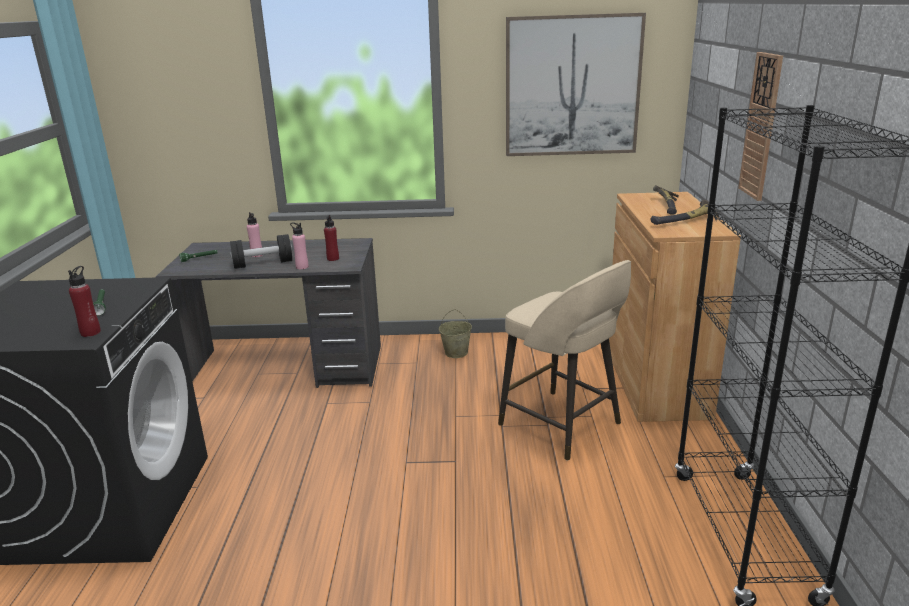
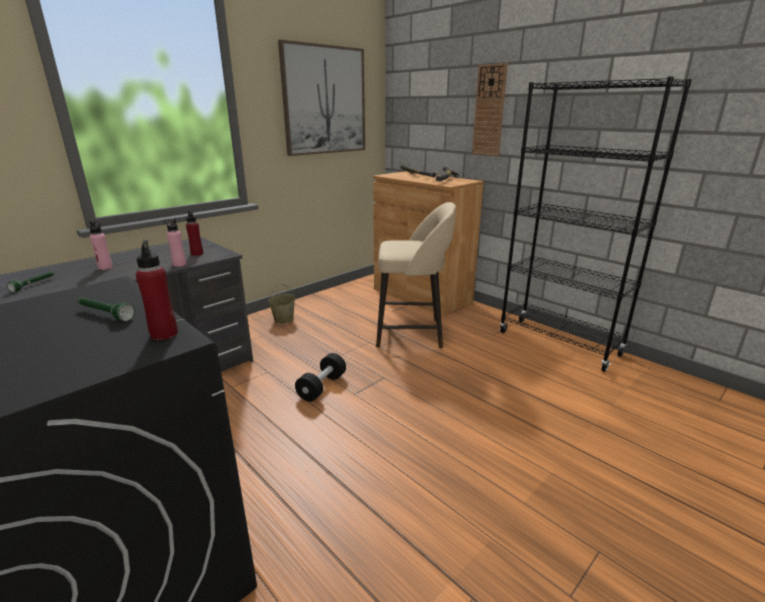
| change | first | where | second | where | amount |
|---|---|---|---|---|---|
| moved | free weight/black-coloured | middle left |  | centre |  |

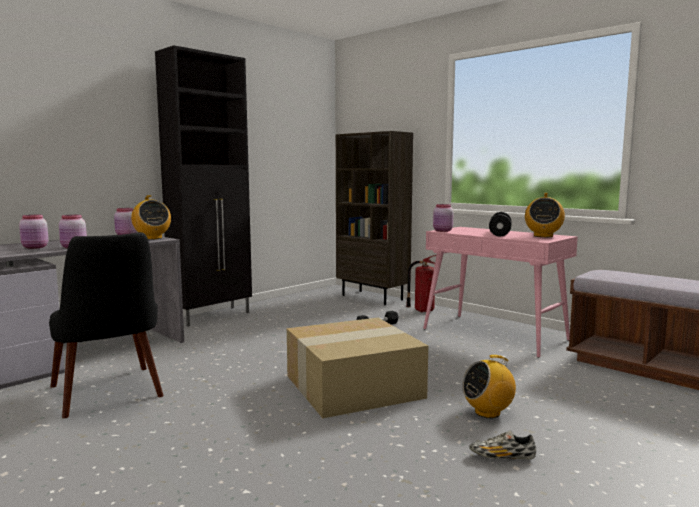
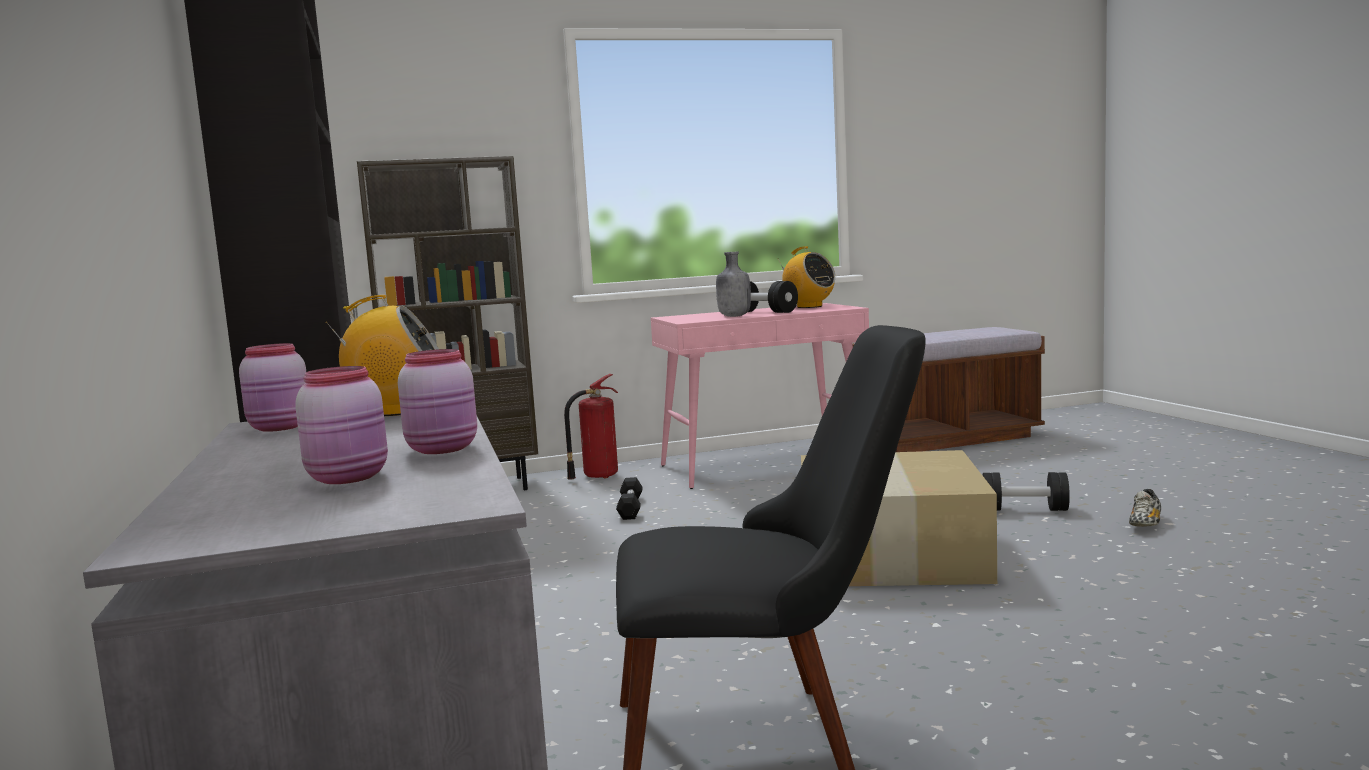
| change | first | where | second | where | amount |
|---|---|---|---|---|---|
| added |  |  | bottle/grey | centre |  |
| replaced | radio (2nd from left) | bottom right | free weight/black-coloured (3rd from left) | middle right |  |
| removed | preserve jar/pink (4th from left) | centre |  |  |  |

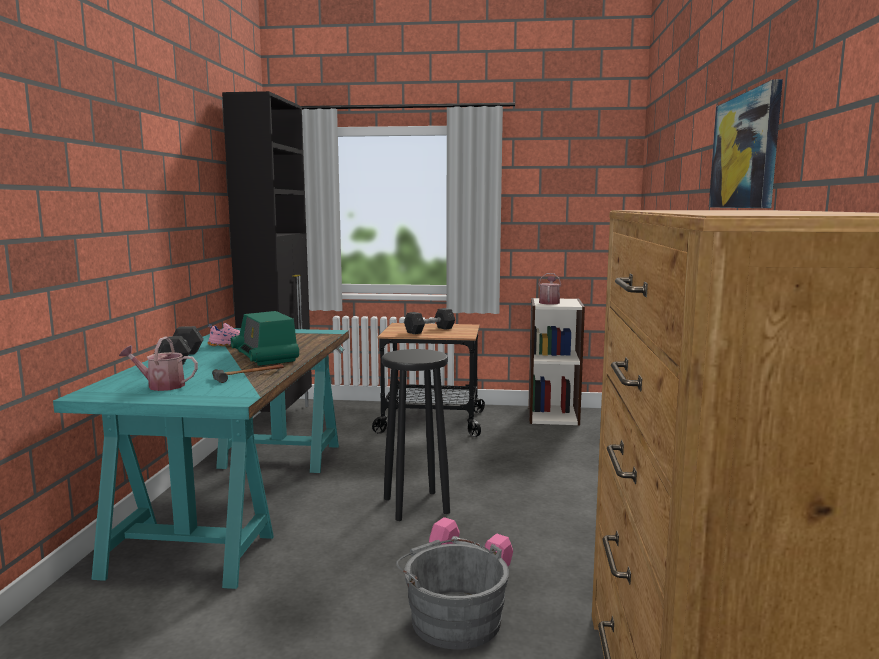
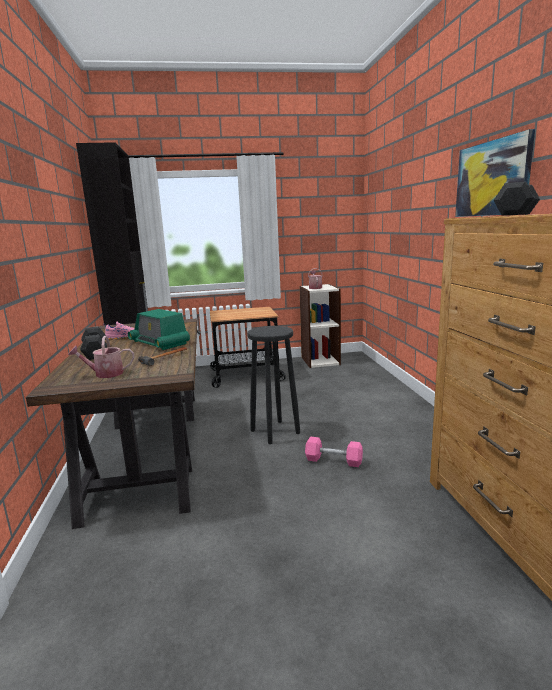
| change | first | where | second | where | amount |
|---|---|---|---|---|---|
| recoloured | desk unit/blue-green | bottom left | desk unit/brown-coloured | middle left |  |
| moved | free weight/grey (2nd from left) | centre |  | top right |  |
| removed | pail/grey | bottom centre |  |  |  |

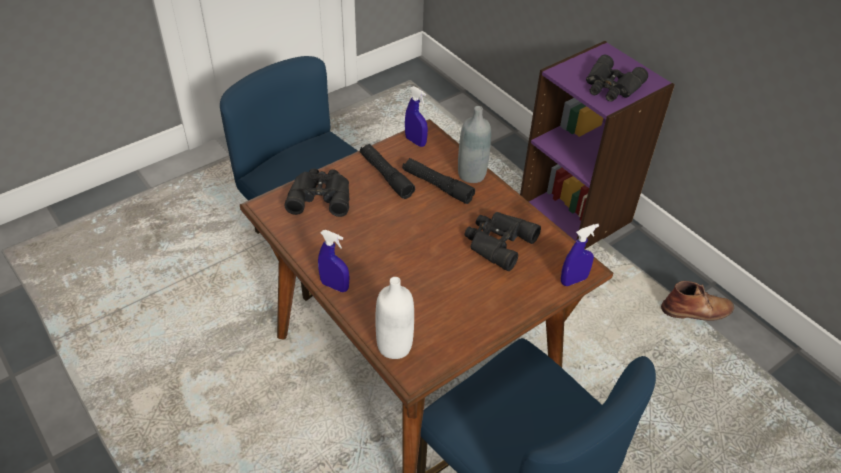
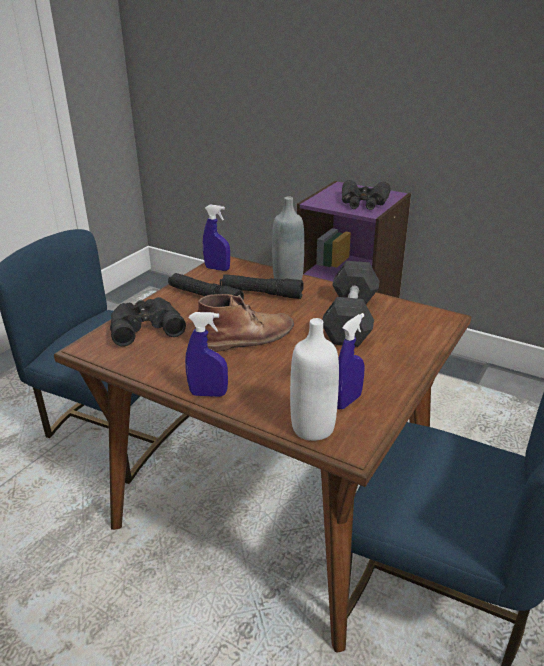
| change | first | where | second | where | amount |
|---|---|---|---|---|---|
| moved | high-top boot/brown-coloured | middle right |  | centre |  |
| replaced | pair of binoculars/black-coloured (2nd from left) | centre | free weight/grey | centre |  |
| moved | hand sprayer/bluish (3rd from left) | middle right |  | centre |  |

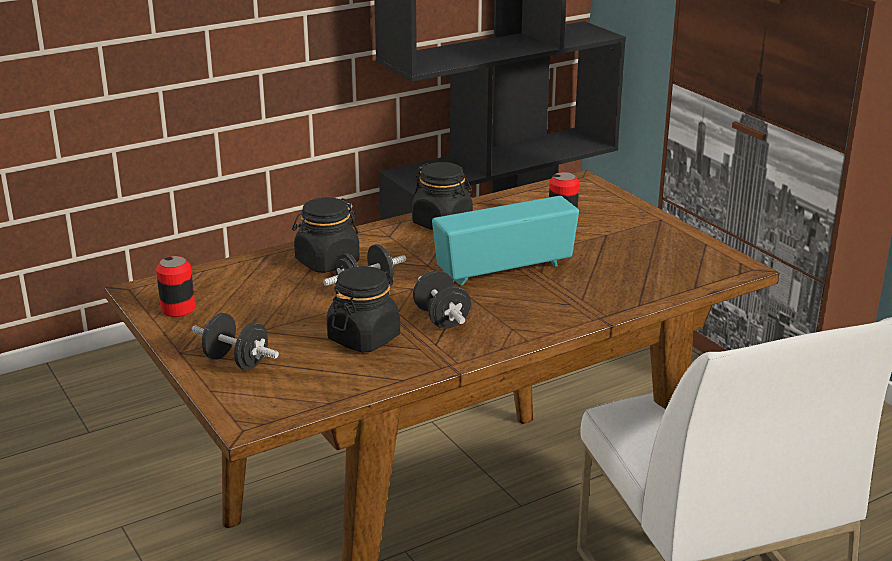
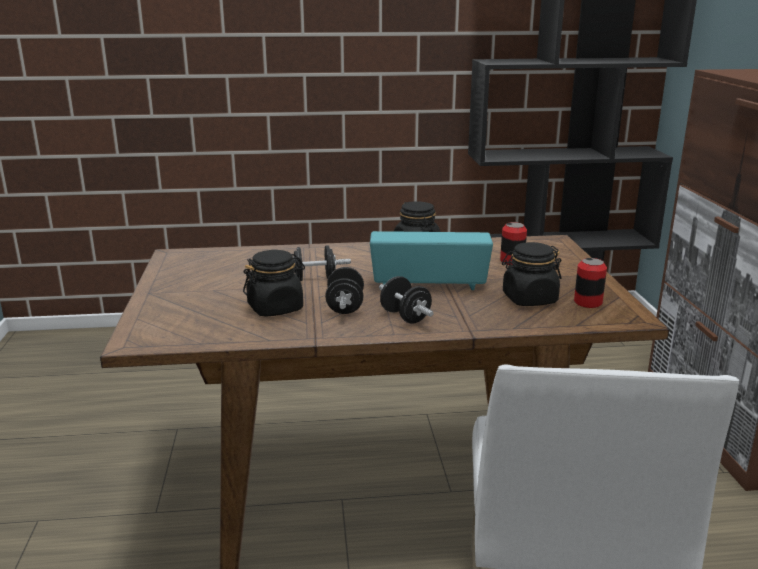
| change | first | where | second | where | amount |
|---|---|---|---|---|---|
| moved | free weight/black-coloured (1st from left in the first image) | middle left | free weight/black-coloured (3rd from left) | centre |  |
| moved | preserve jar/black-coloured (1st from left in the first image) | centre | preserve jar/black-coloured (3rd from left) | middle right |  |
| moved | metal can (1st from left in the first image) | middle left | metal can (2nd from left) | middle right |  |

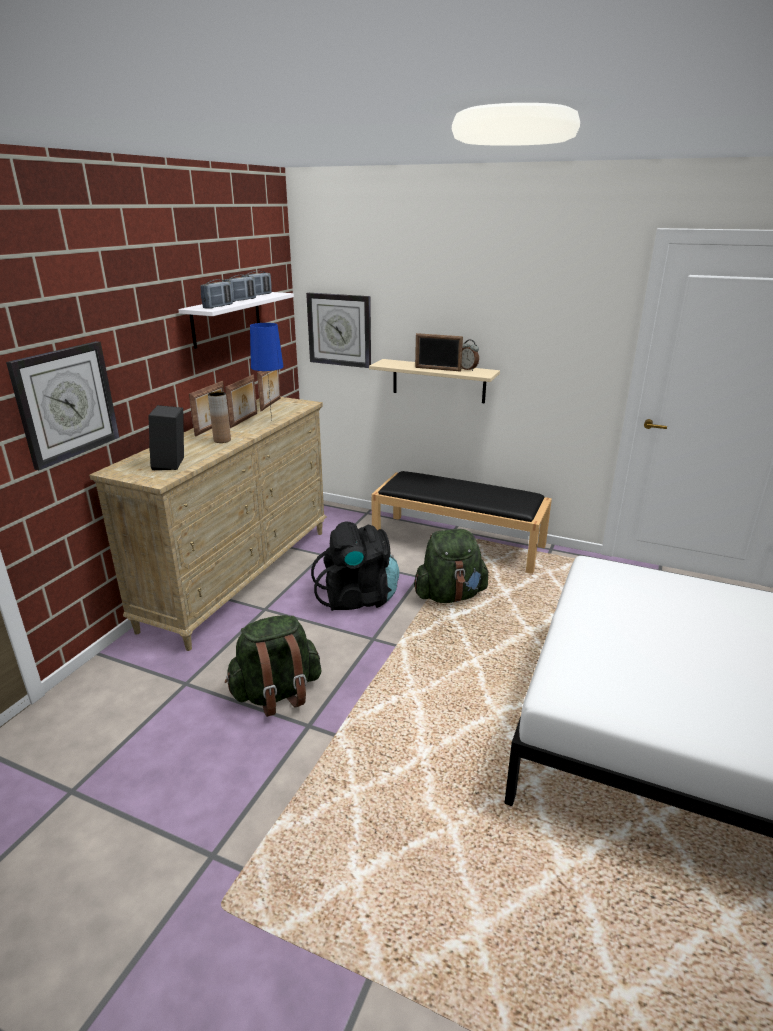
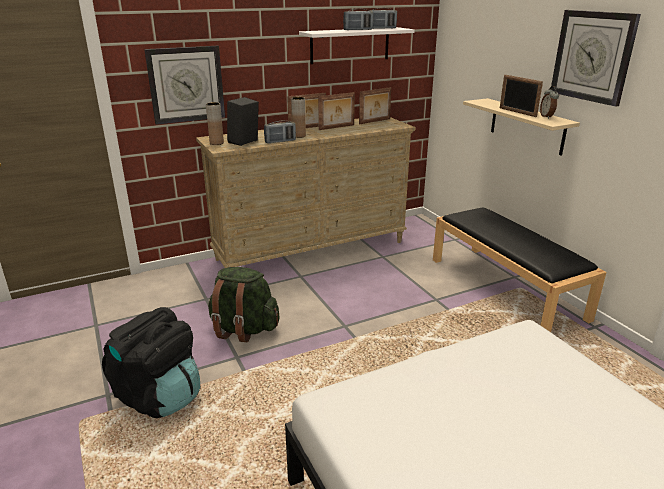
| change | first | where | second | where | amount |
|---|---|---|---|---|---|
| moved | backpack/black-coloured | centre |  | bottom left |  |
| added |  |  | vase/brown-coloured (1st from left) | top left |  |
| moved | radio (1st from left) | top left |  | top centre |  |
| moved | clock on the wall (2nd from left) | top centre |  | top right |  |
| removed | table lamp/bluish | centre |  |  |  |
| removed | backpack/greenish (2nd from left) | centre |  |  |  |

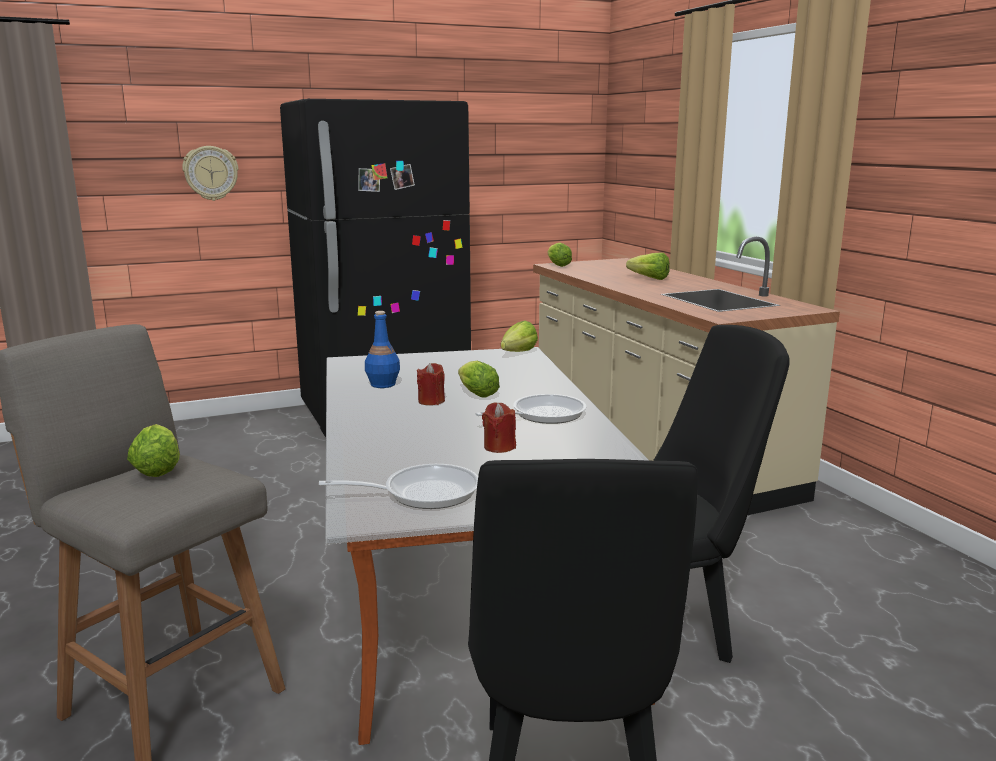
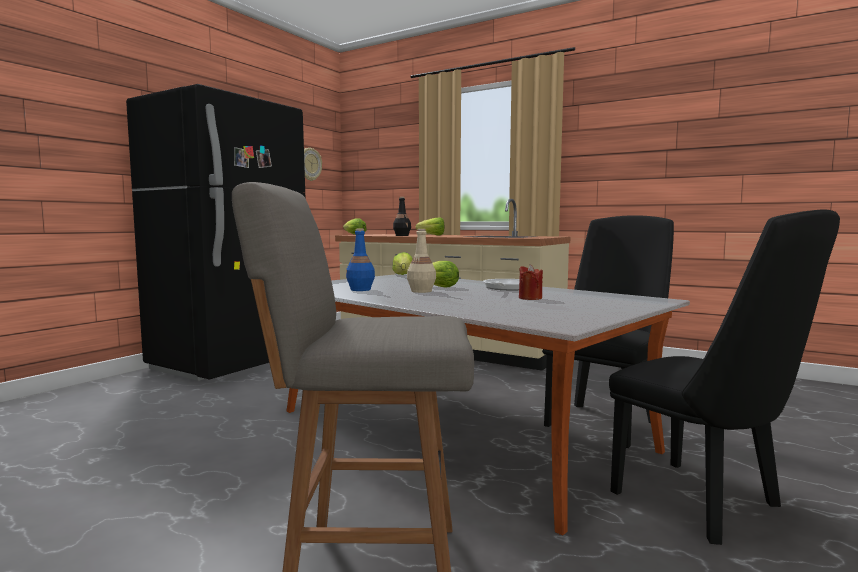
| change | first | where | second | where | amount |
|---|---|---|---|---|---|
| moved | clock on the wall | top left |  | top centre |  |
| added |  |  | bottle/black-coloured | centre |  |
| replaced | candle/red-coloured (1st from left) | centre | bottle/sand-coloured | centre |  |
| removed | head of lettuce (1st from left) | middle left |  |  |  |
| removed | skillet (1st from left) | centre |  |  |  |

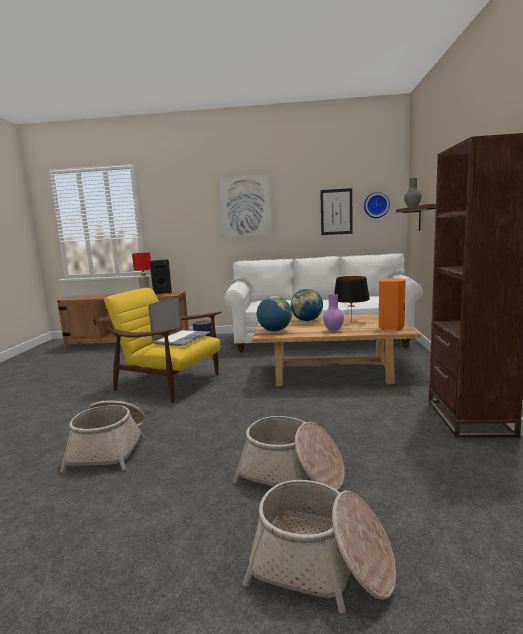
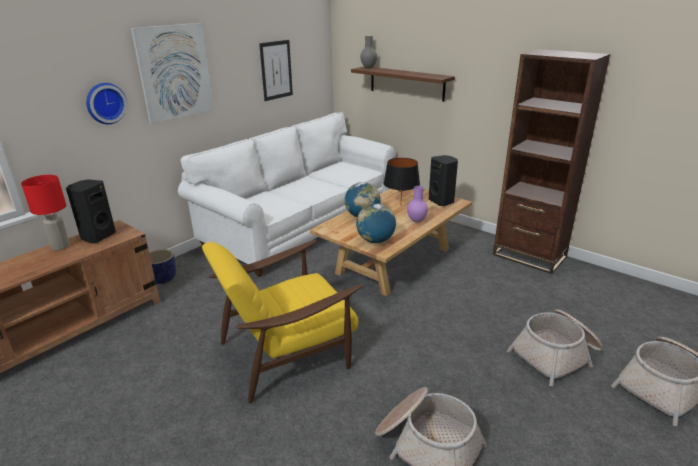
| change | first | where | second | where | amount |
|---|---|---|---|---|---|
| moved | clock on the wall | top right |  | top left |  |
| recoloured | loudspeaker/orange-coloured | middle right | loudspeaker/black-coloured (2nd from left) | centre |  |
| removed | portable computer | centre |  |  |  |

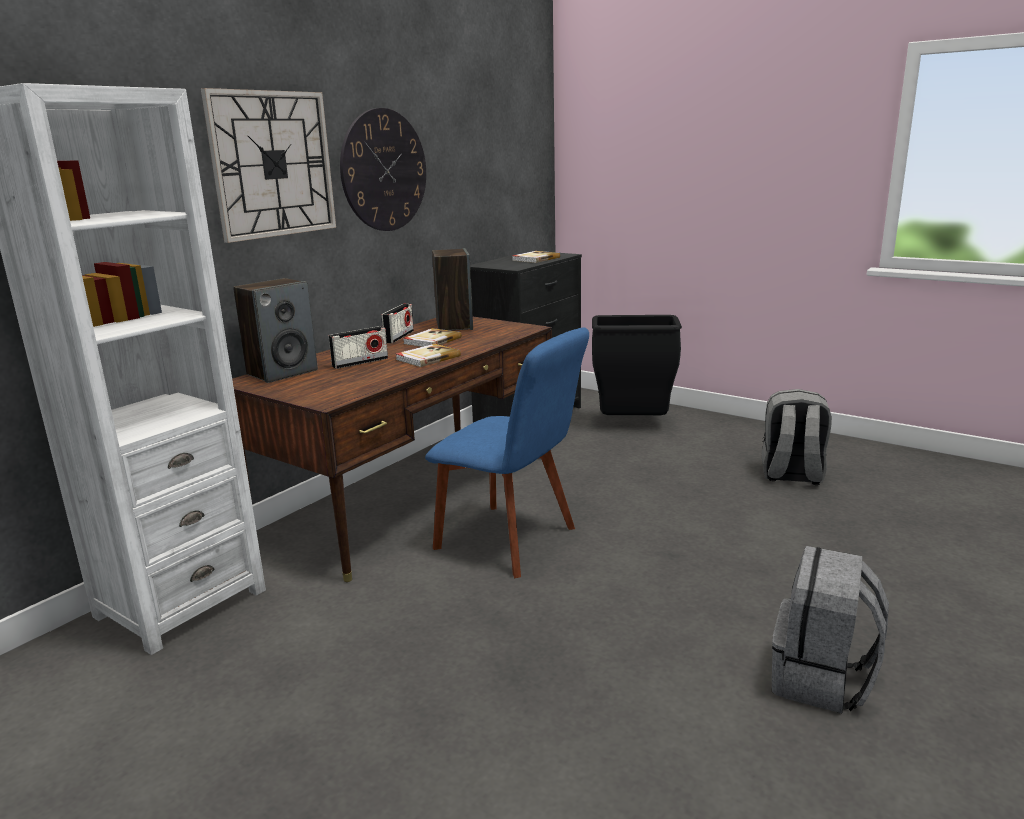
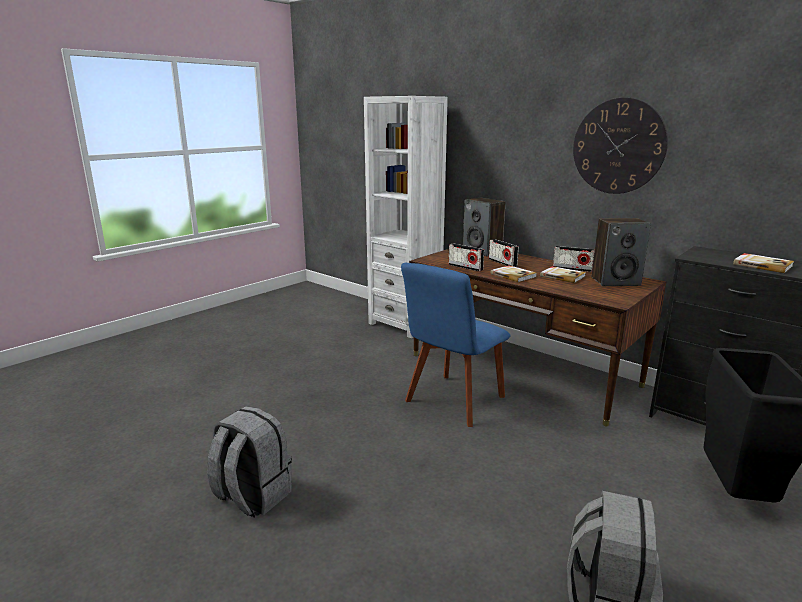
| change | first | where | second | where | amount |
|---|---|---|---|---|---|
| added |  |  | radio (1st from left) | centre |  |
| removed | clock on the wall (1st from left) | top left |  |  |  |

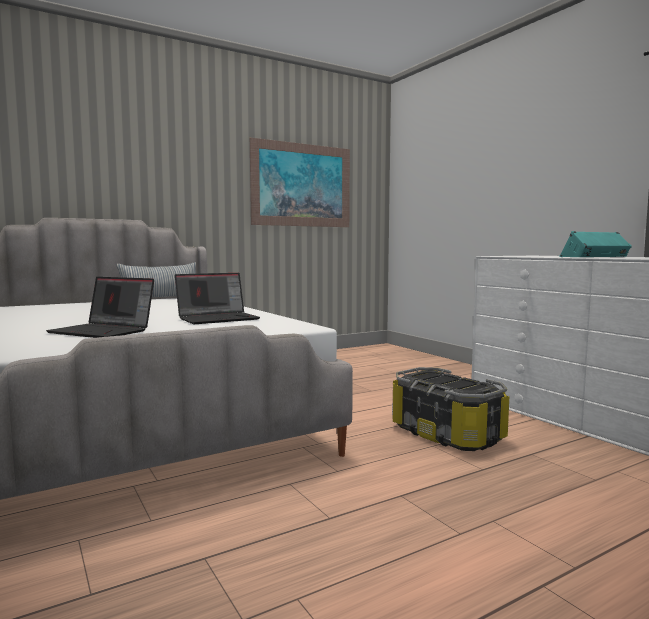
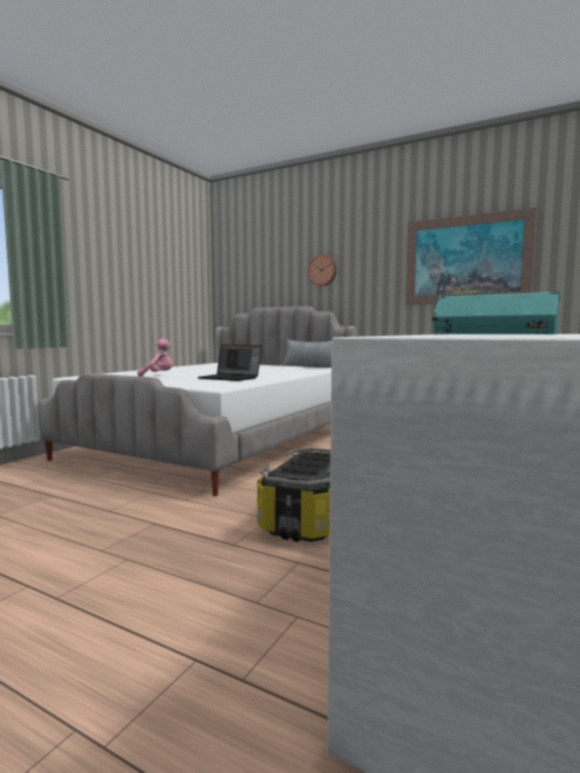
| change | first | where | second | where | amount |
|---|---|---|---|---|---|
| replaced | portable computer (1st from left) | middle left | plush toy/pink | middle left |  |
| added |  |  | clock on the wall | centre |  |

